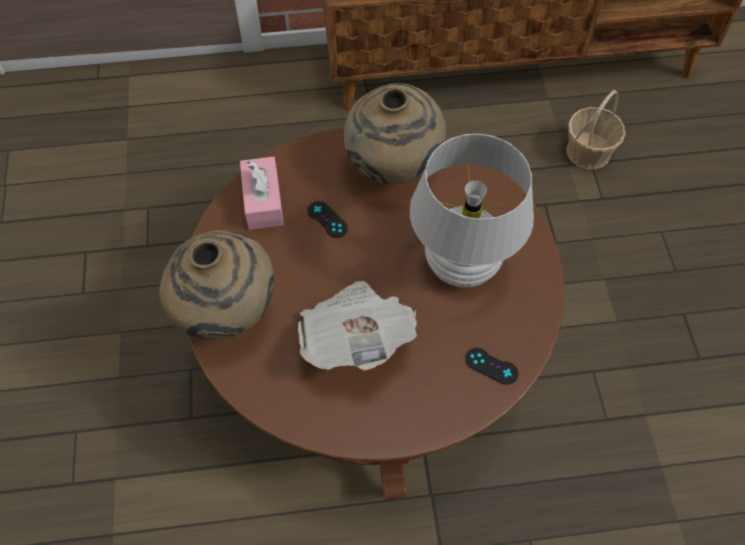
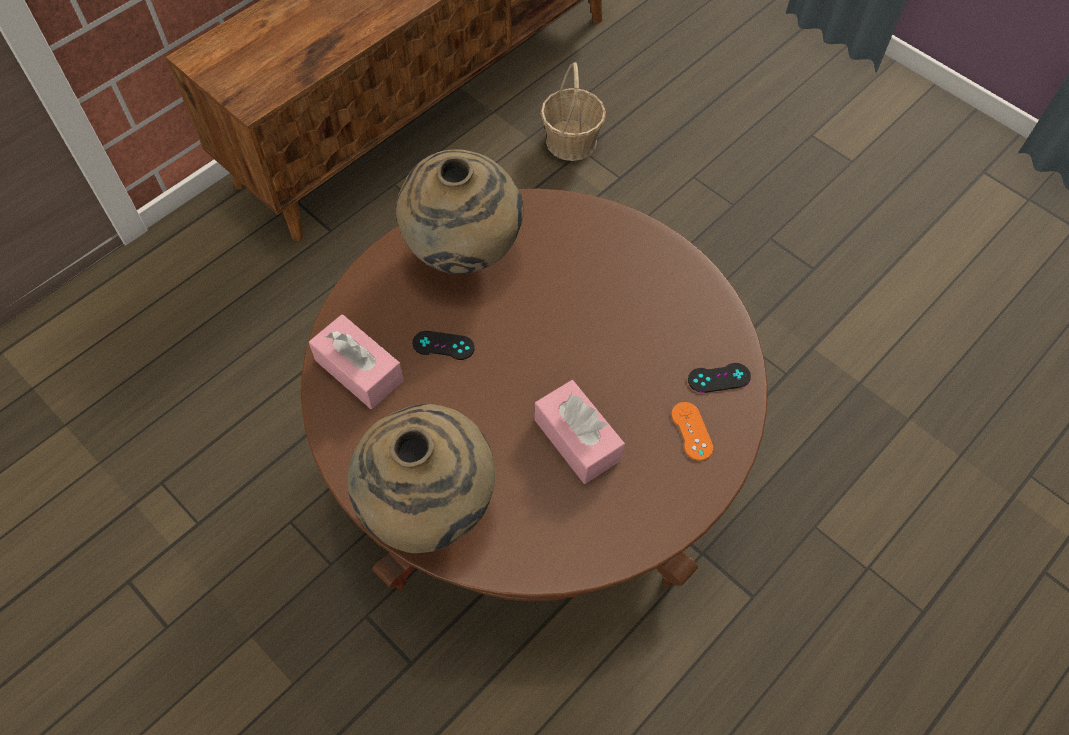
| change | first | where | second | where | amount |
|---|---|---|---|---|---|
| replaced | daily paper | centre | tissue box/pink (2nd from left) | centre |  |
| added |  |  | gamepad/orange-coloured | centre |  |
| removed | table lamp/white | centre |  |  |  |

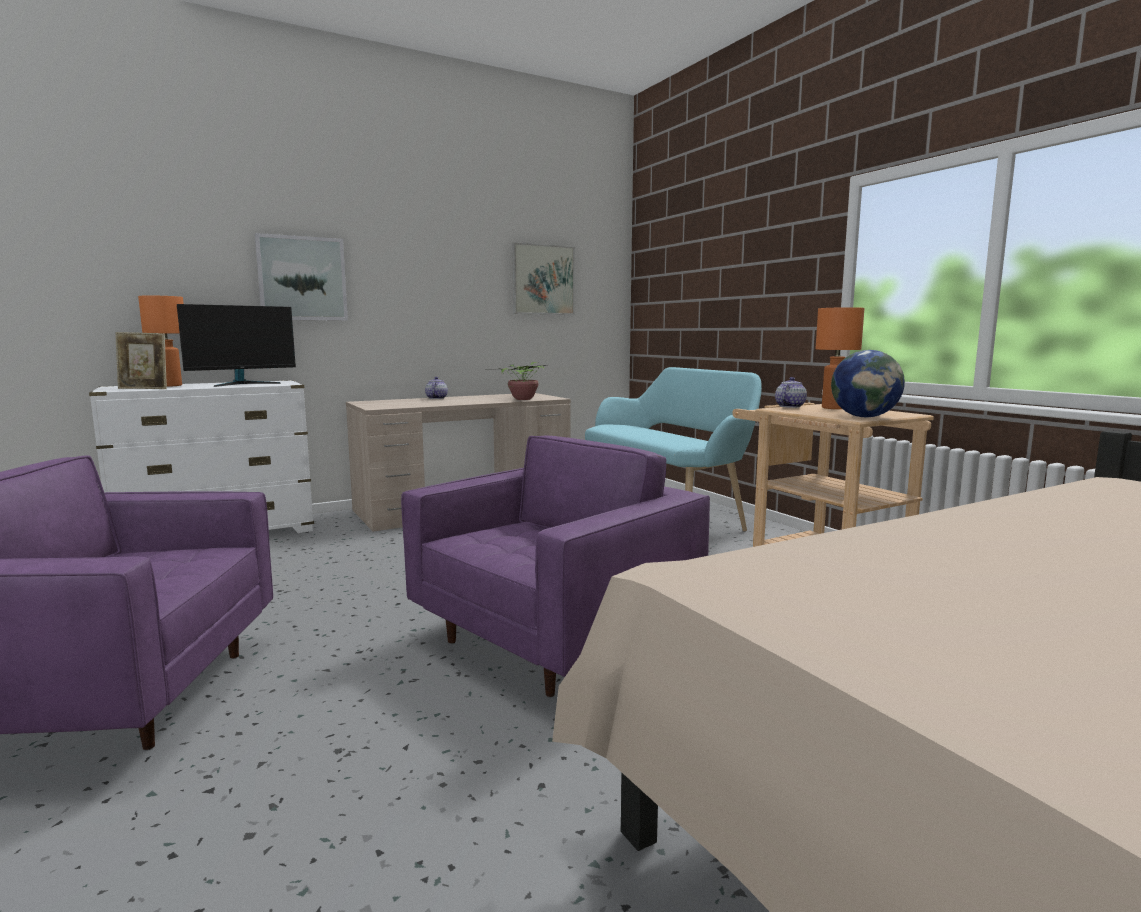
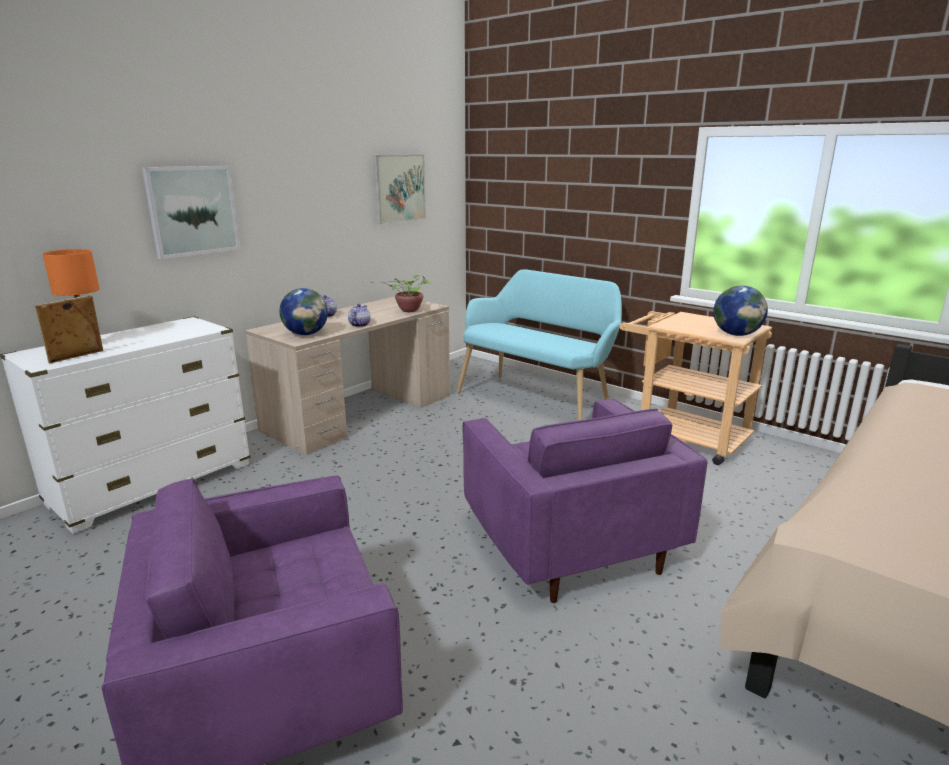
| change | first | where | second | where | amount |
|---|---|---|---|---|---|
| turned | picture frame | middle left |  | middle left | 150 degrees clockwise |
| added |  |  | world globe (1st from left) | middle left |  |
| moved | pot for tea (2nd from left) | middle right |  | centre |  |
| turned | armchair/purple-coloured (2nd from left) | centre |  | centre | 135 degrees clockwise |
| removed | monitor | middle left |  |  |  |
| removed | table lamp/orange-coloured (2nd from left) | middle right |  |  |  |

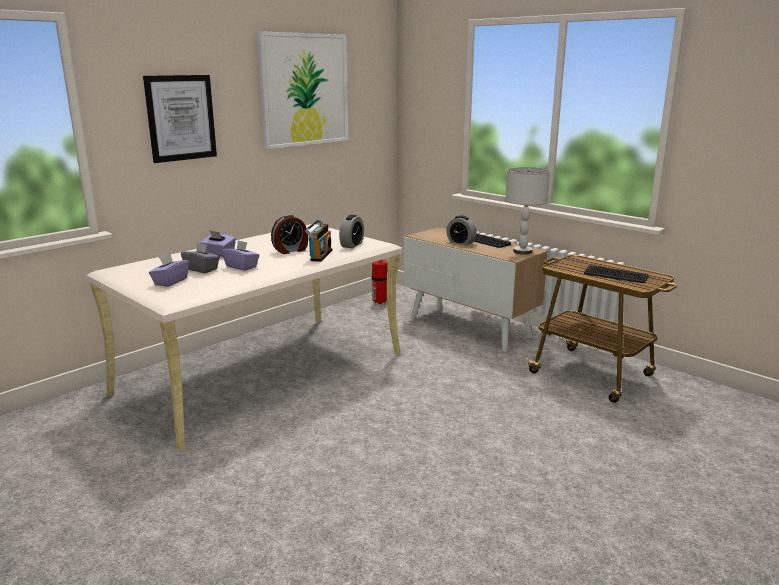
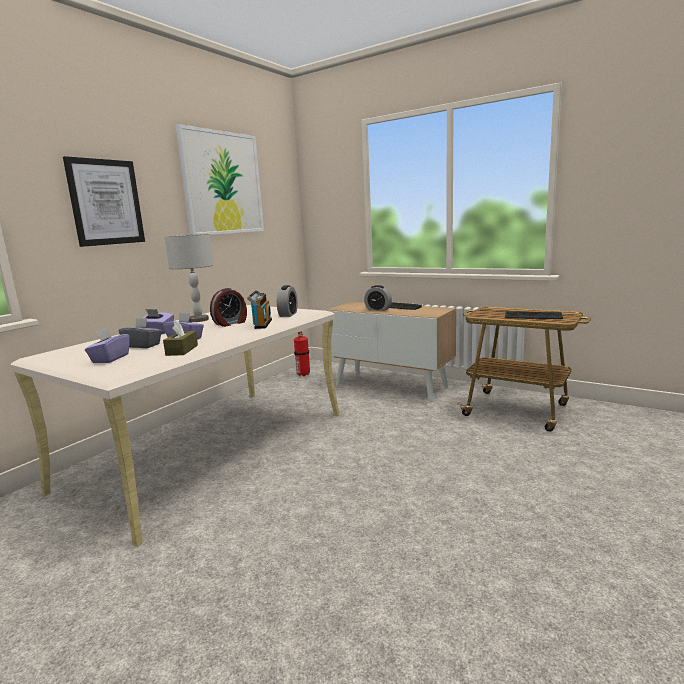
| change | first | where | second | where | amount |
|---|---|---|---|---|---|
| added |  |  | tissue box/brown-coloured | middle left |  |
| moved | table lamp/grey | middle right |  | middle left |  |

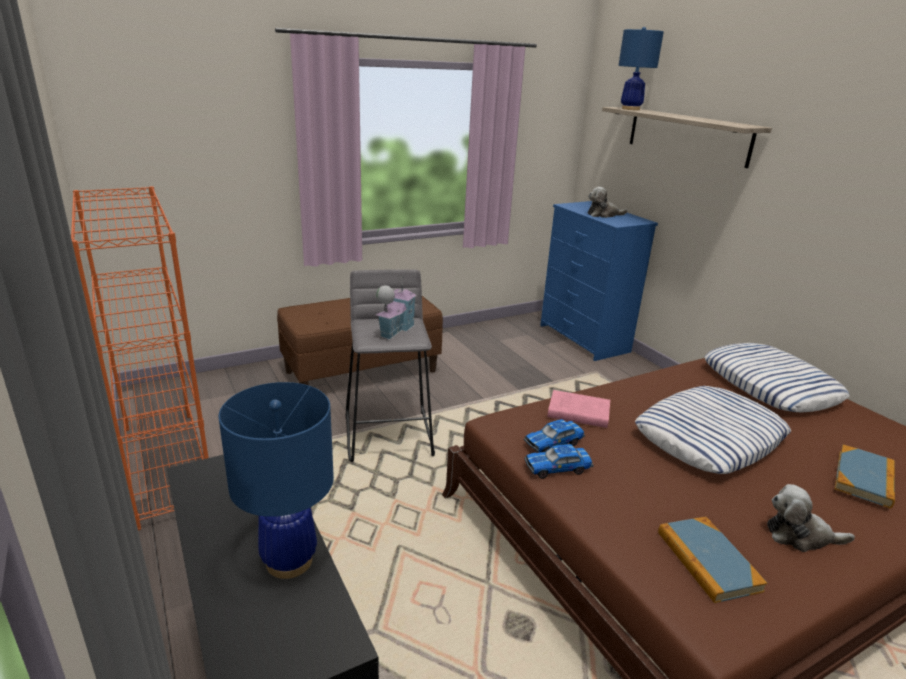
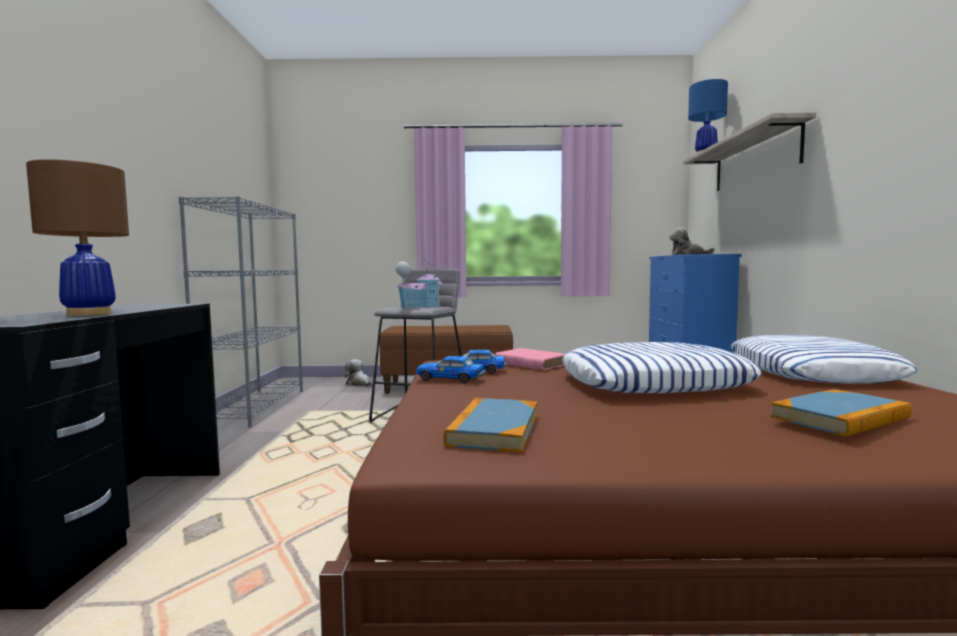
| change | first | where | second | where | amount |
|---|---|---|---|---|---|
| recoloured | table lamp/bluish (1st from left) | bottom left | table lamp/brown-coloured | middle left |  |
| recoloured | bookcase/orange-coloured | middle left | bookcase/grey | middle left |  |
| moved | plush toy (2nd from left in the first image) | bottom right | plush toy (1st from left) | centre |  |

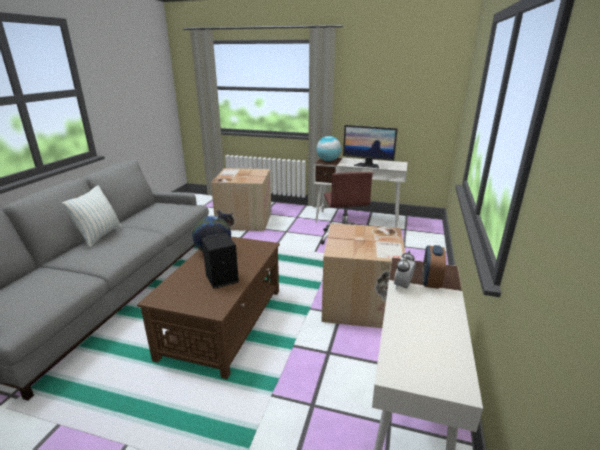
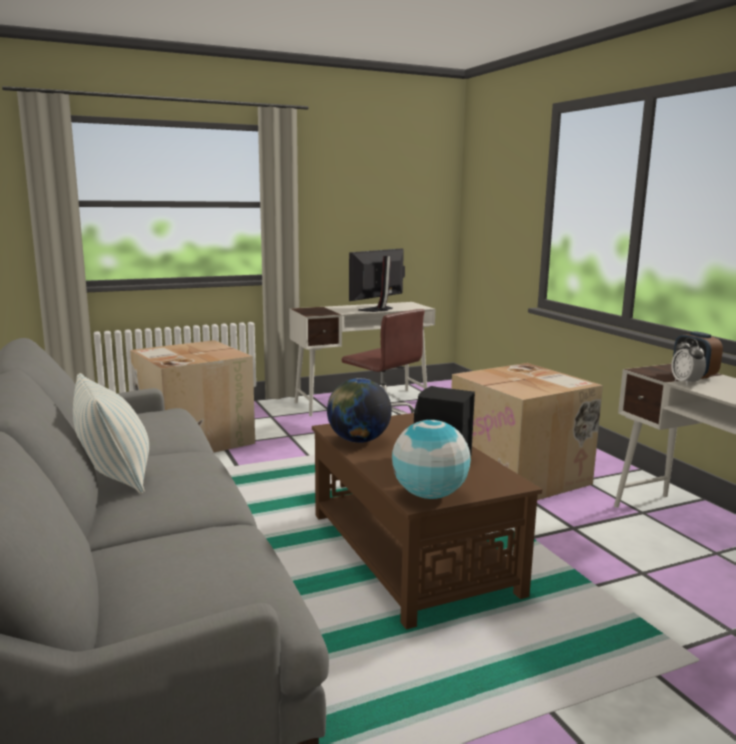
| change | first | where | second | where | amount |
|---|---|---|---|---|---|
| turned | monitor | top centre |  | centre | 150 degrees clockwise |
| moved | world globe (2nd from left) | top centre |  | centre |  |

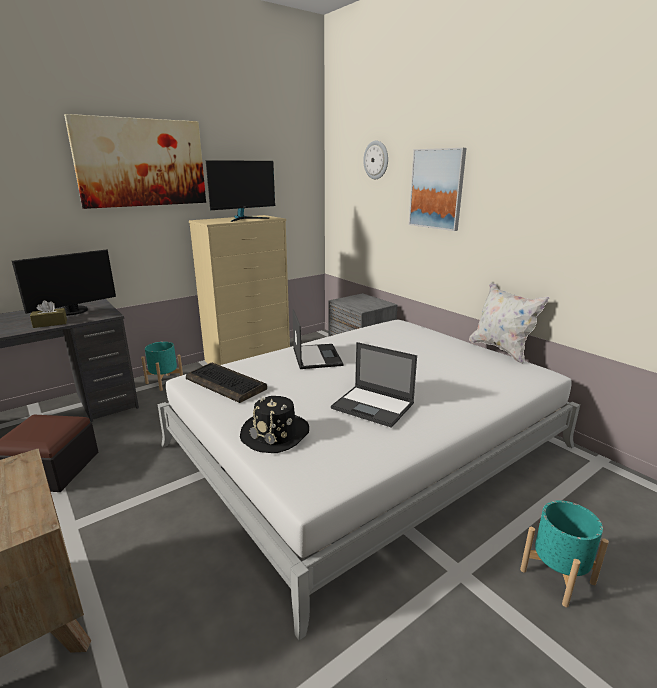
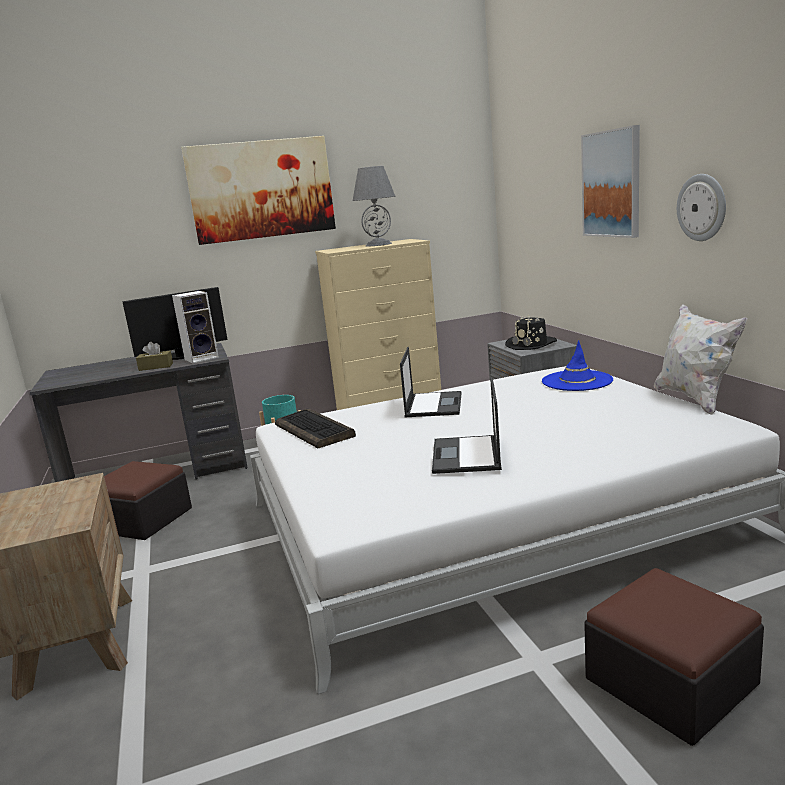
| change | first | where | second | where | amount |
|---|---|---|---|---|---|
| added |  |  | loudspeaker | middle left |  |
| replaced | monitor (2nd from left) | top centre | table lamp/grey | top centre |  |
| turned | portable computer (2nd from left) | centre |  | centre | 45 degrees clockwise |
| moved | wearable hat/black-coloured | centre |  | middle right |  |
| added |  |  | wearable hat/bluish | middle right |  |
| replaced | flower pot/blue-green (2nd from left) | bottom right | pouffe (2nd from left) | bottom right |  |
| moved | clock on the wall | top centre |  | top right |  |

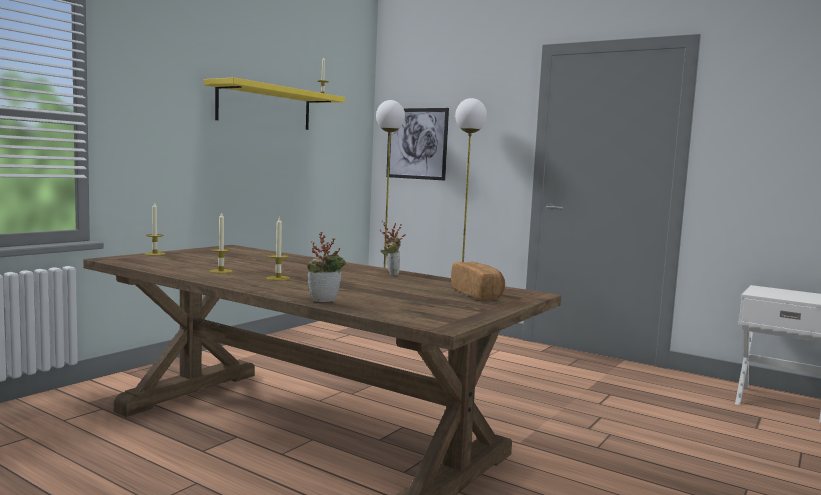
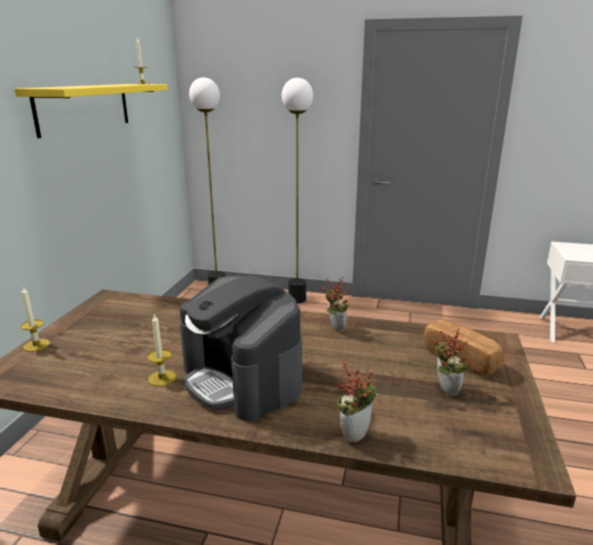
| change | first | where | second | where | amount |
|---|---|---|---|---|---|
| replaced | candle (3rd from left) | centre | coffee machine | centre |  |
| added |  |  | houseplant (3rd from left) | middle right |  |
| removed | wall picture | top centre |  |  |  |

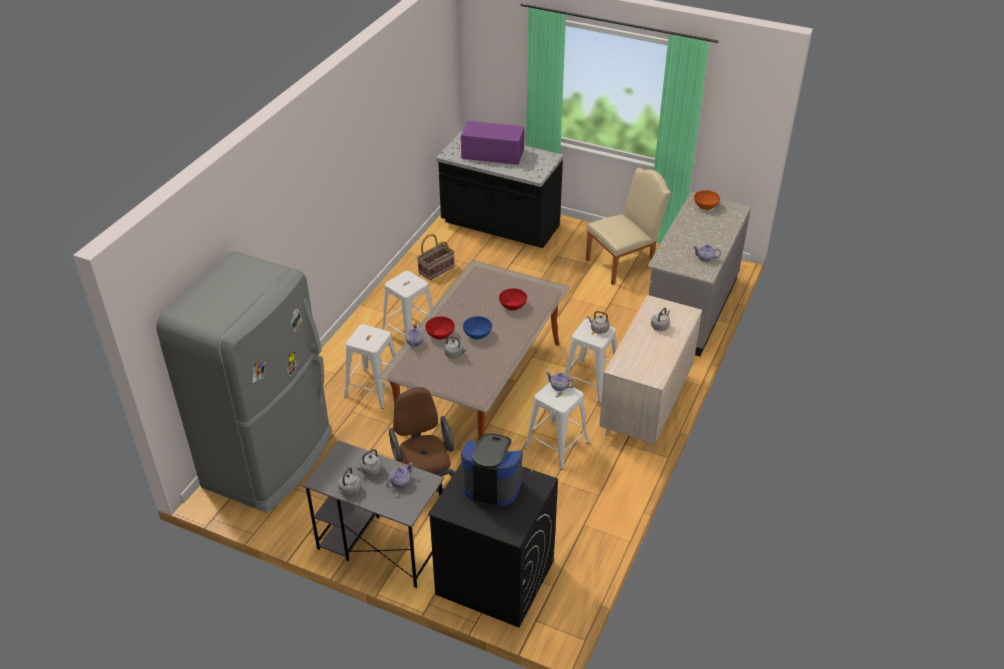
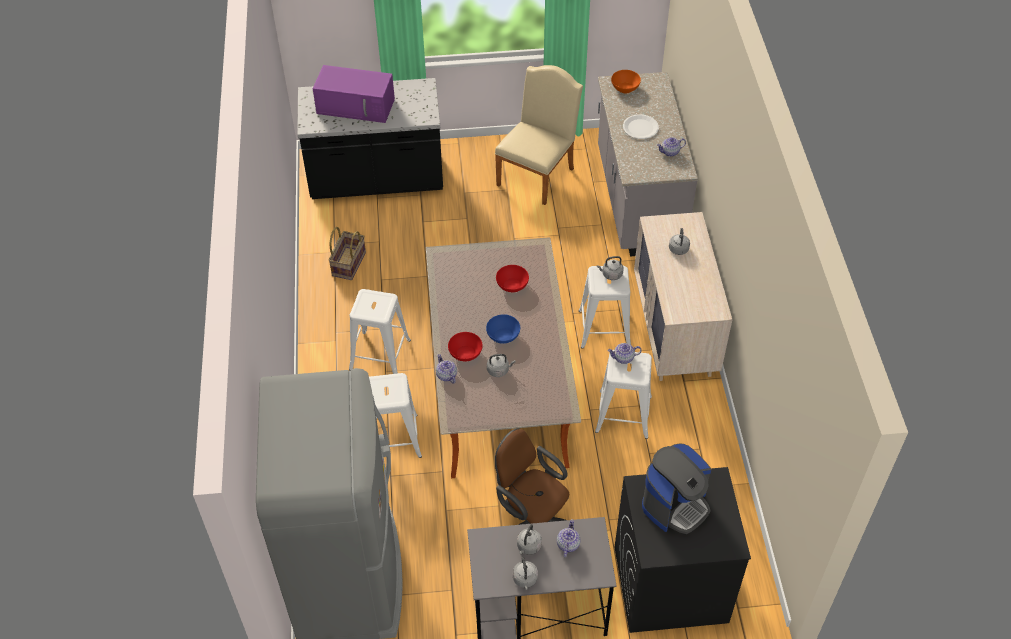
| change | first | where | second | where | amount |
|---|---|---|---|---|---|
| turned | microwave/purple-coloured | top centre |  | top centre | 150 degrees counterclockwise |
| added |  |  | dinner plate/white | top centre |  |
| turned | coffee machine | bottom centre |  | bottom right | 150 degrees clockwise |

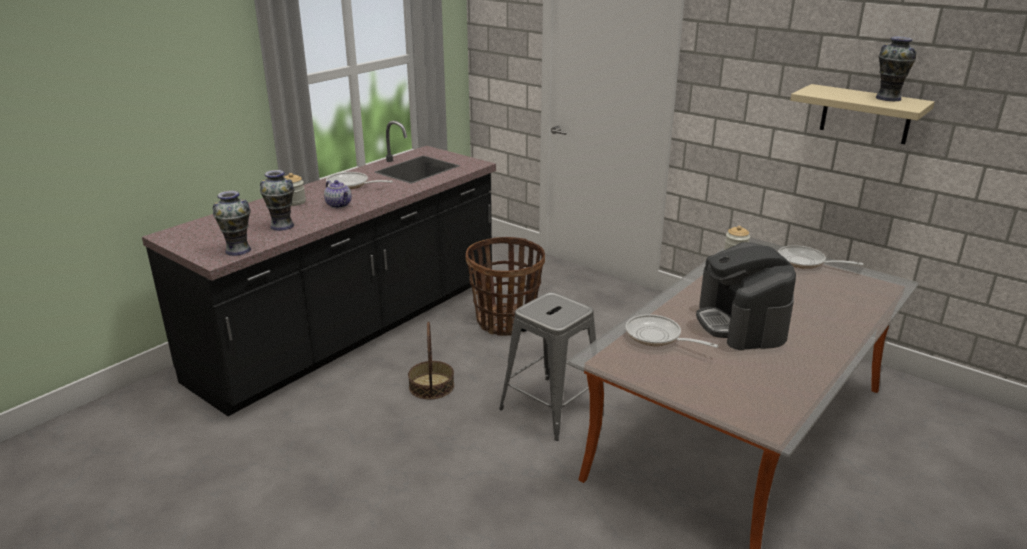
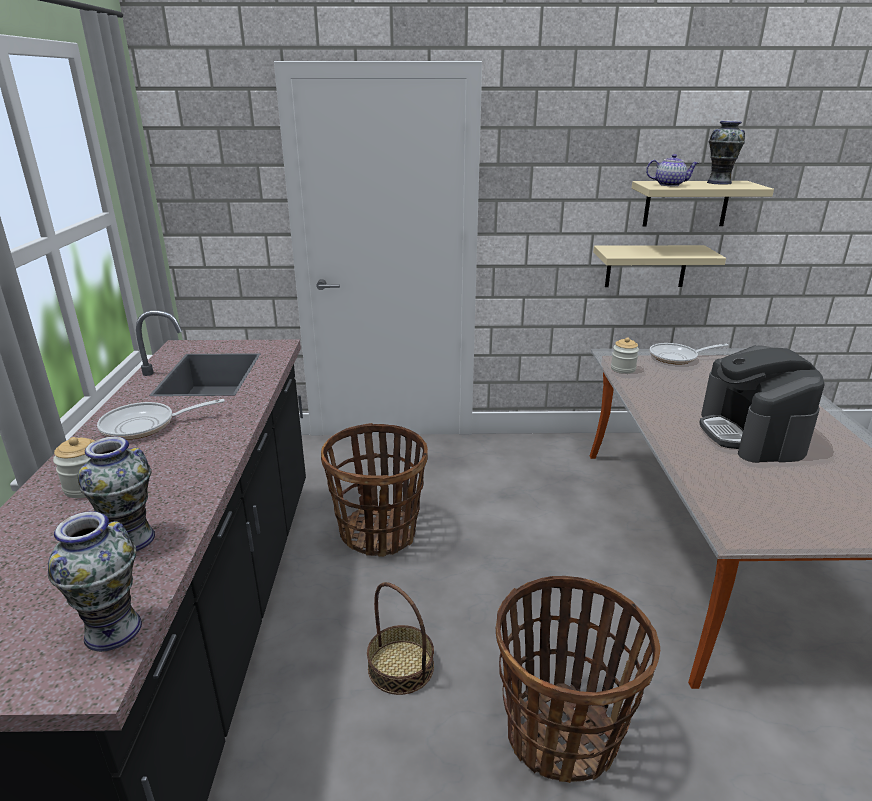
| change | first | where | second | where | amount |
|---|---|---|---|---|---|
| added |  |  | storage basket (3rd from left) | bottom centre |  |
| added |  |  | shelf/sand-coloured (1st from left) | top right |  |
| moved | pot for tea | middle left |  | top right |  |
| turned | coffee machine | middle right |  | middle right | 45 degrees clockwise |
| removed | stool/grey | bottom centre |  |  |  |
| removed | skillet (2nd from left) | centre |  |  |  |

